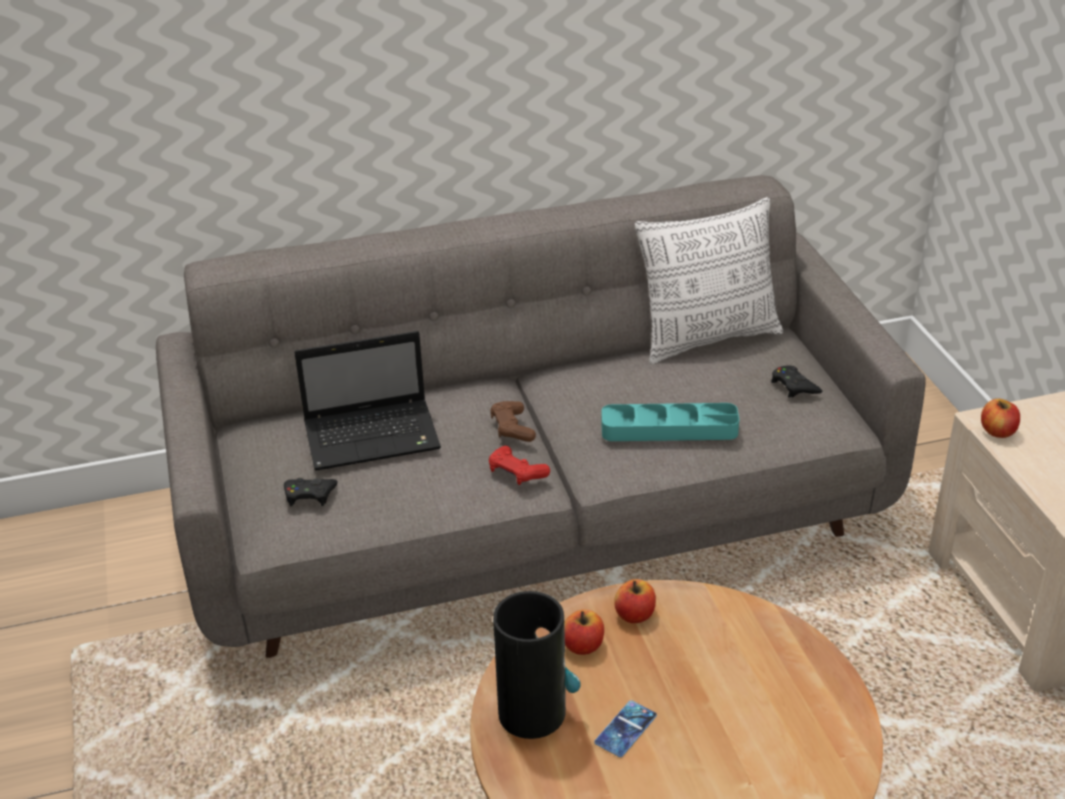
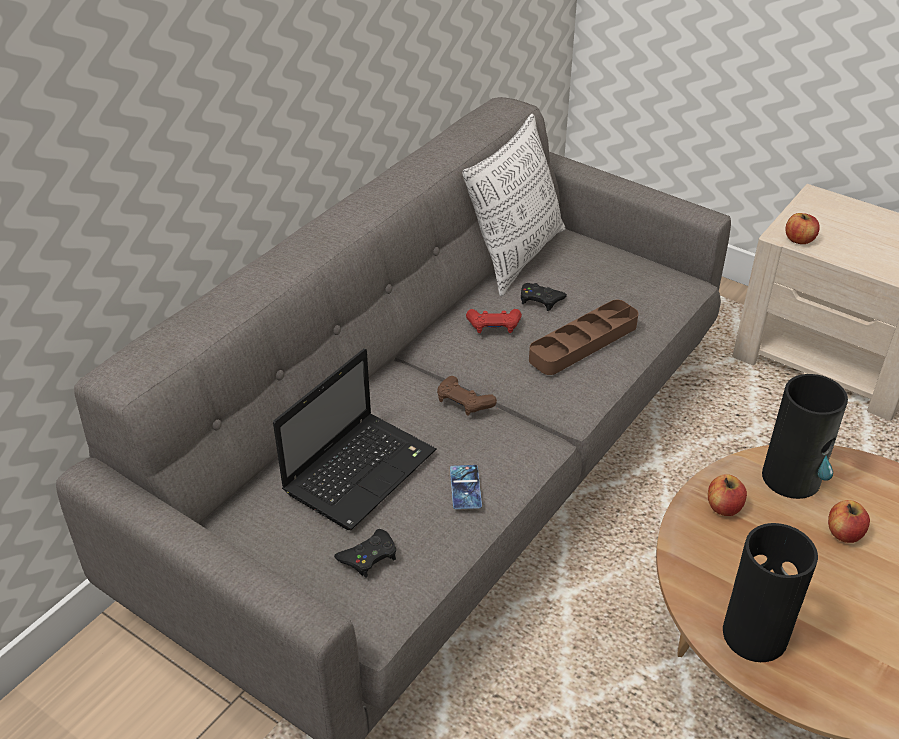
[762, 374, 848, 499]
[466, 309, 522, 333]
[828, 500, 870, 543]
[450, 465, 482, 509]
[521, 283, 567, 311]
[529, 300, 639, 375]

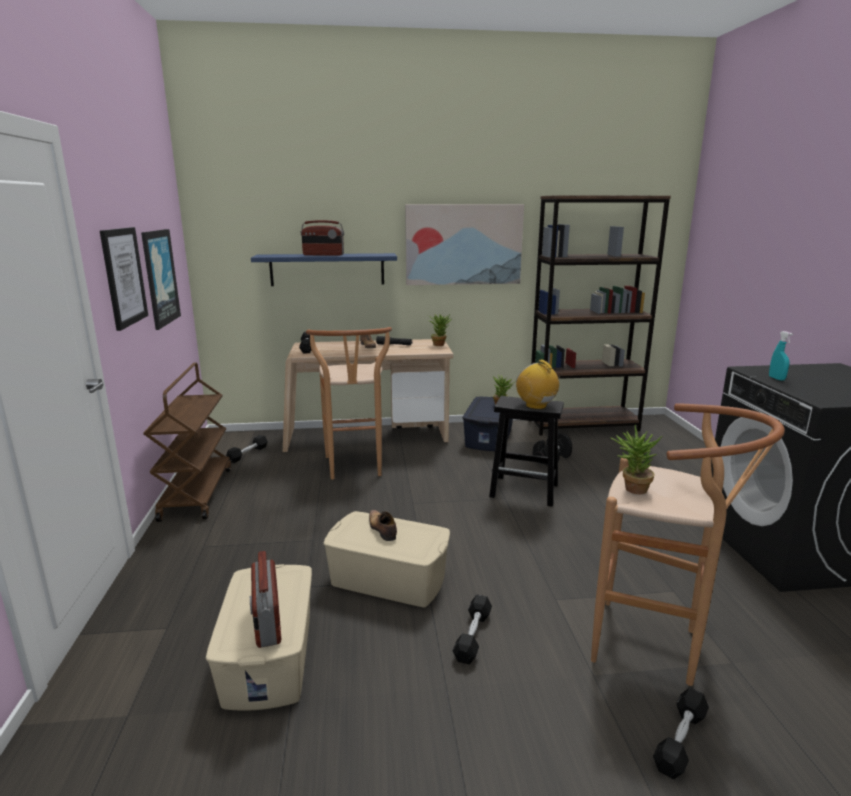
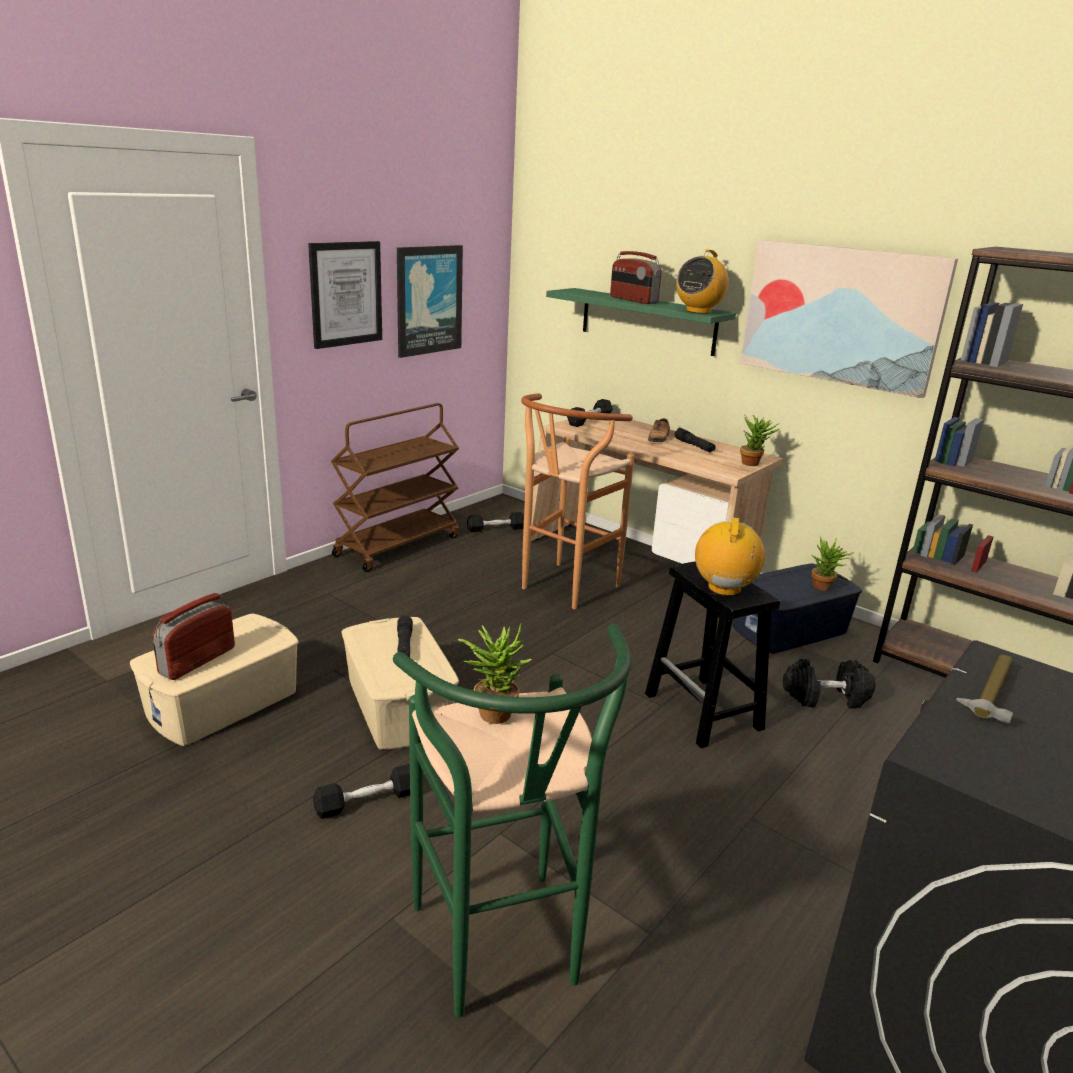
[653, 687, 709, 779] (first image)
[676, 250, 729, 314]
[397, 615, 413, 657]
[956, 655, 1013, 724]
[546, 288, 736, 356]
[393, 624, 631, 1018]

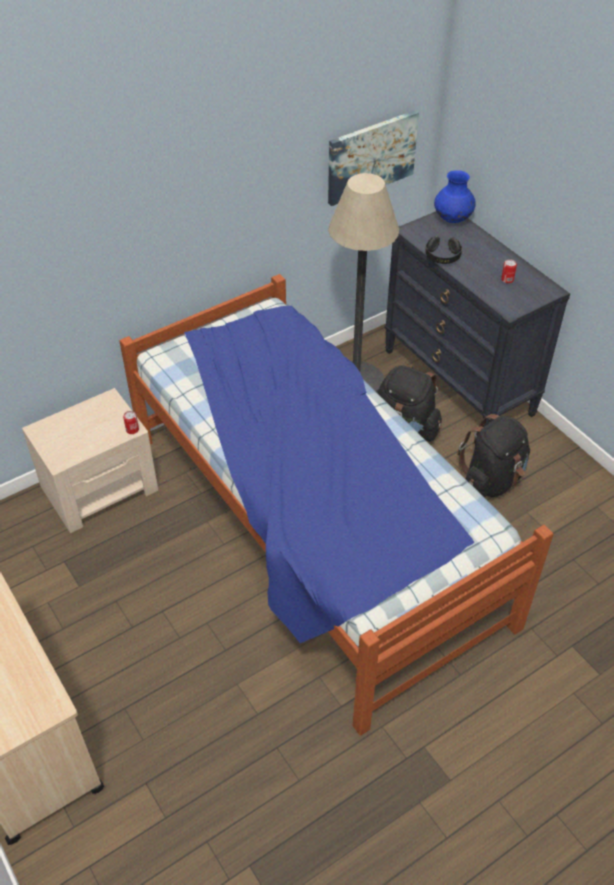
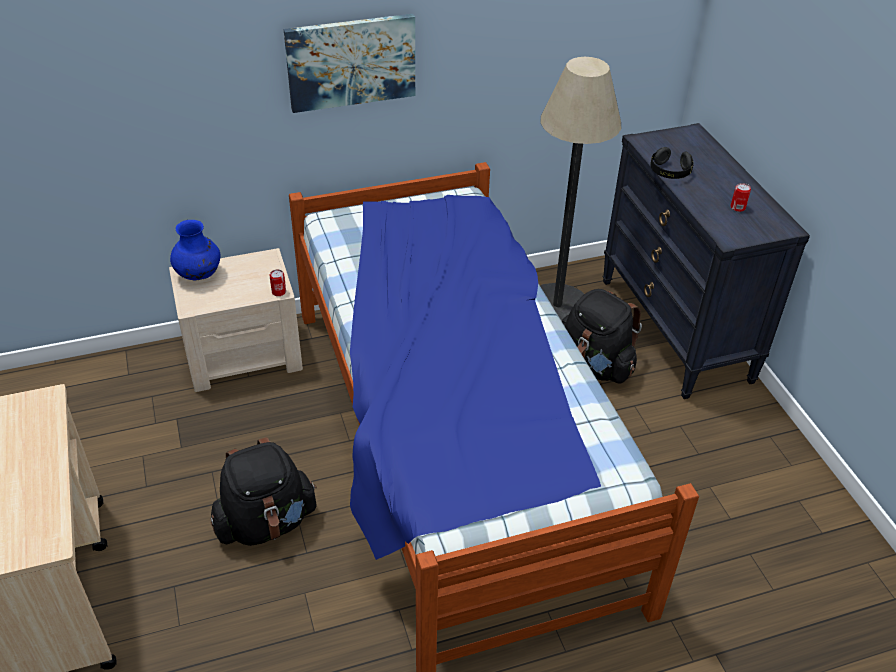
[283, 14, 415, 113]
[170, 220, 221, 281]
[211, 437, 317, 546]

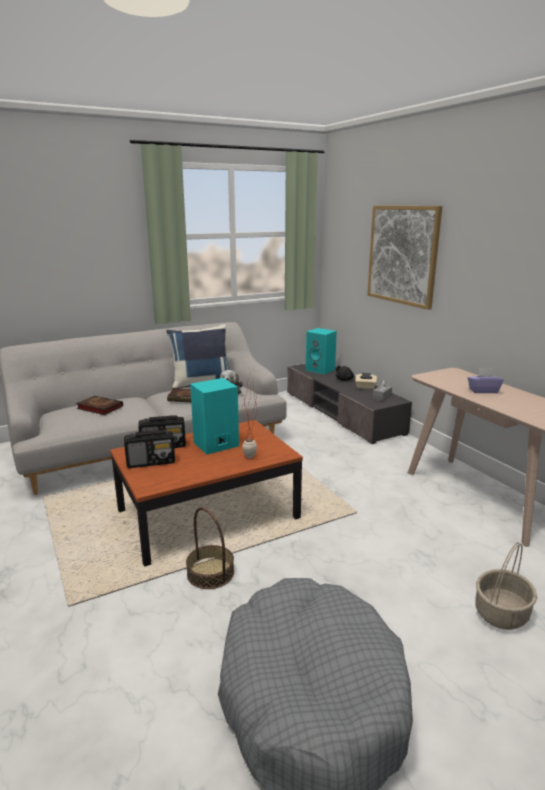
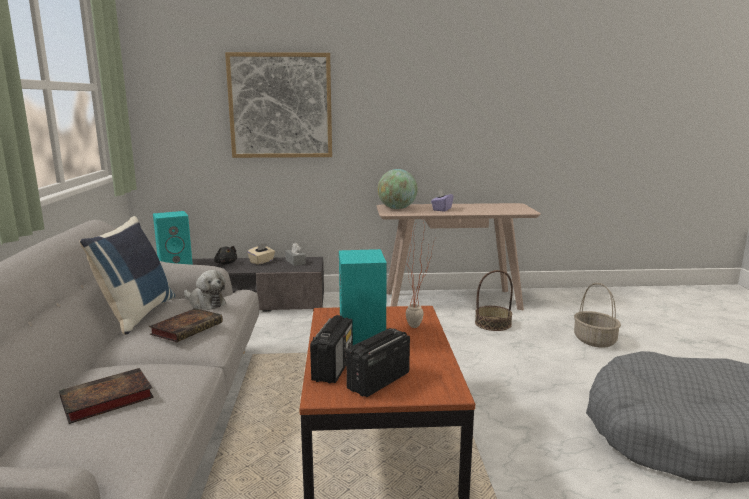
[377, 169, 418, 209]
[475, 270, 513, 331]
[346, 328, 410, 397]

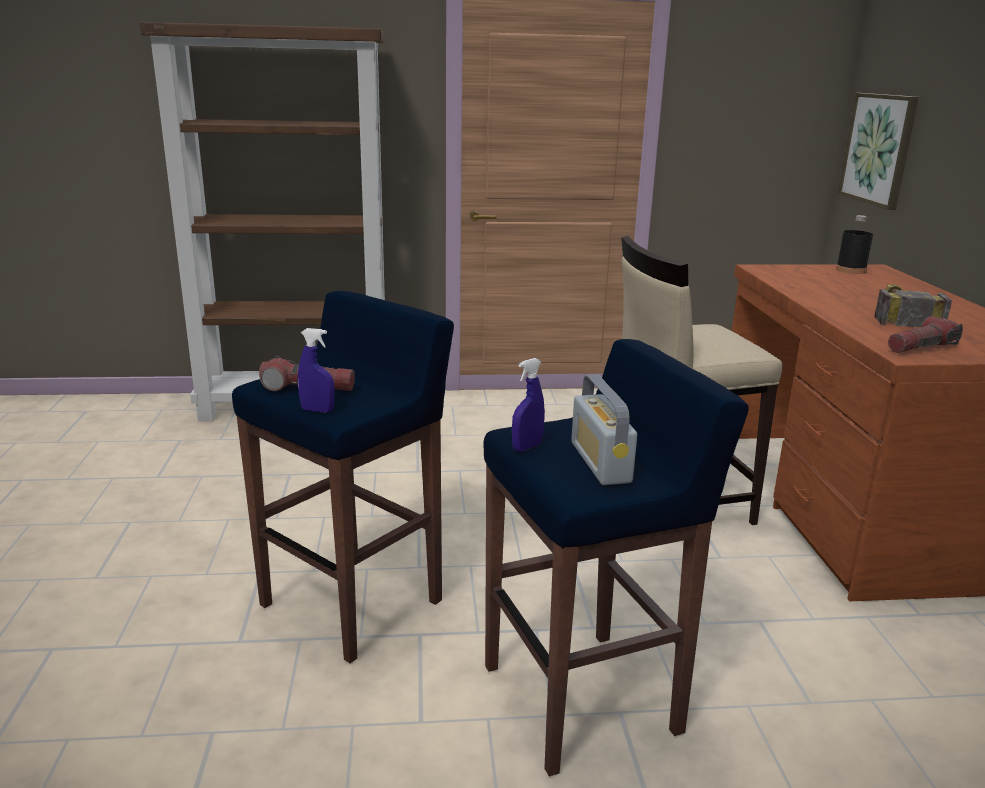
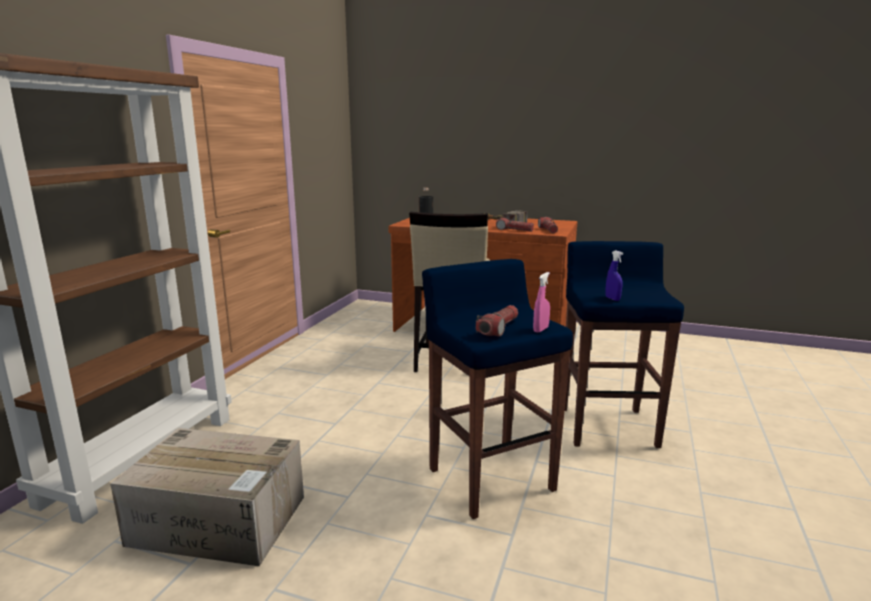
[571, 374, 637, 485] (first image)
[837, 93, 919, 210] (first image)
[110, 428, 304, 566]
[496, 218, 534, 232]
[533, 272, 550, 332]

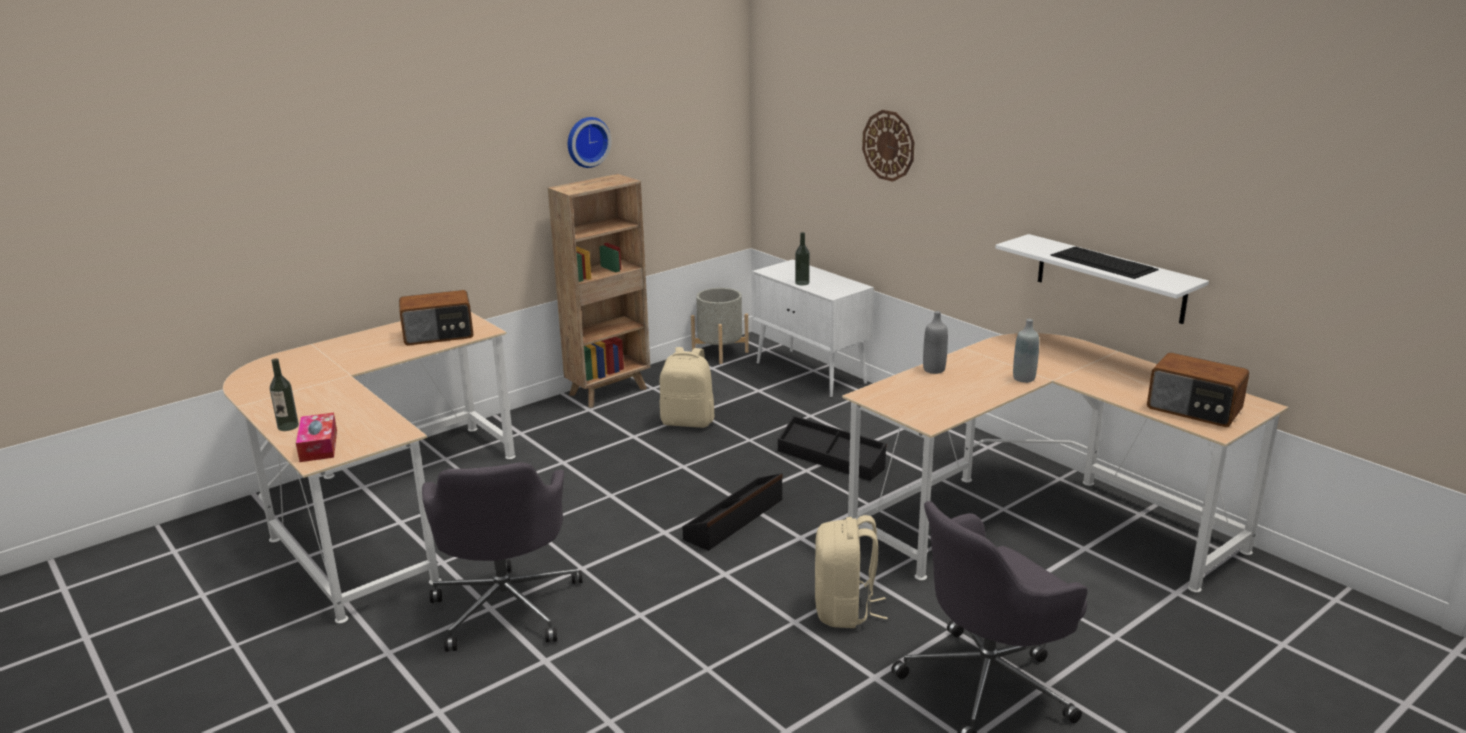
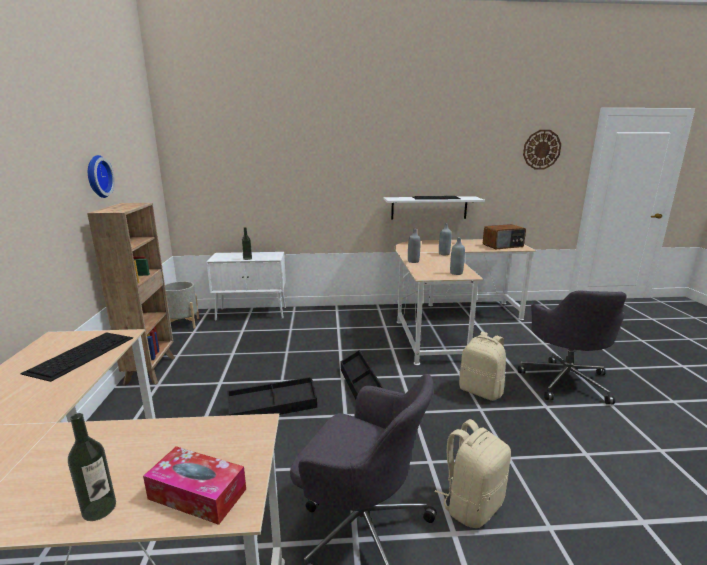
[450, 237, 465, 275]
[435, 419, 511, 528]
[227, 377, 317, 415]
[523, 130, 561, 169]
[20, 332, 133, 382]

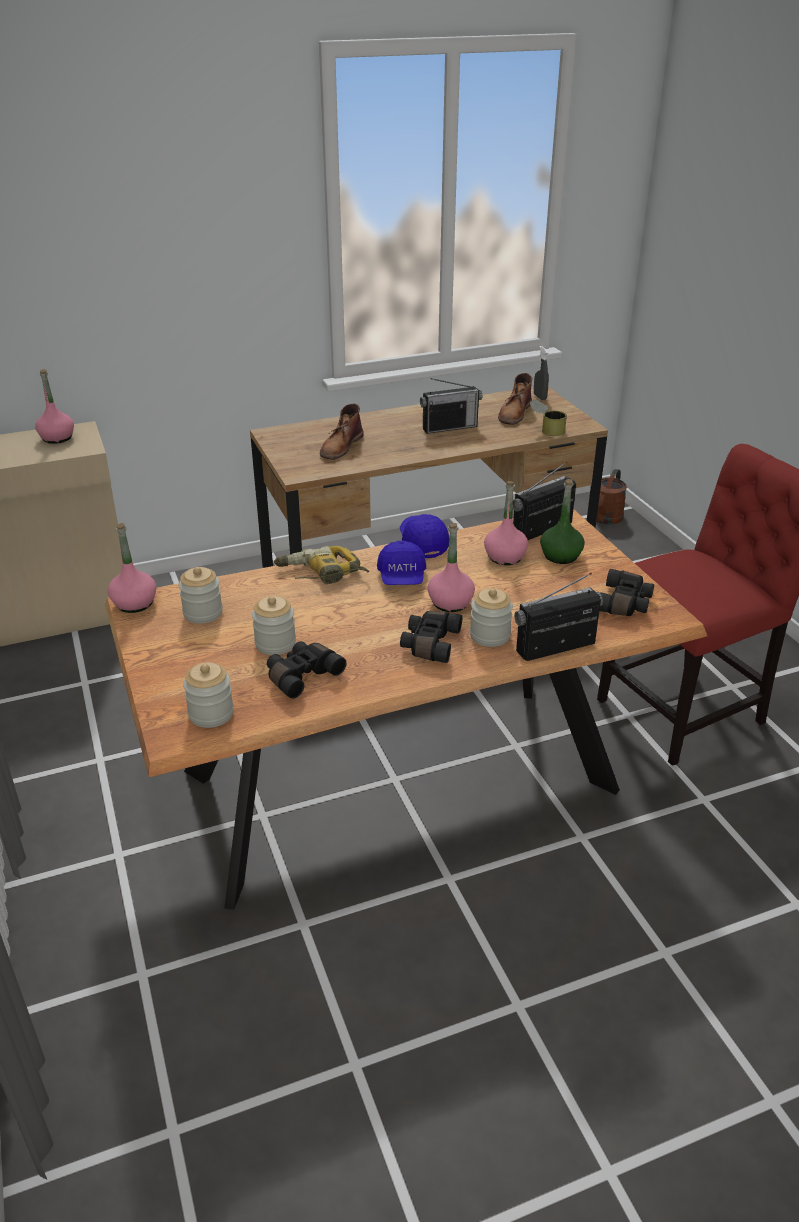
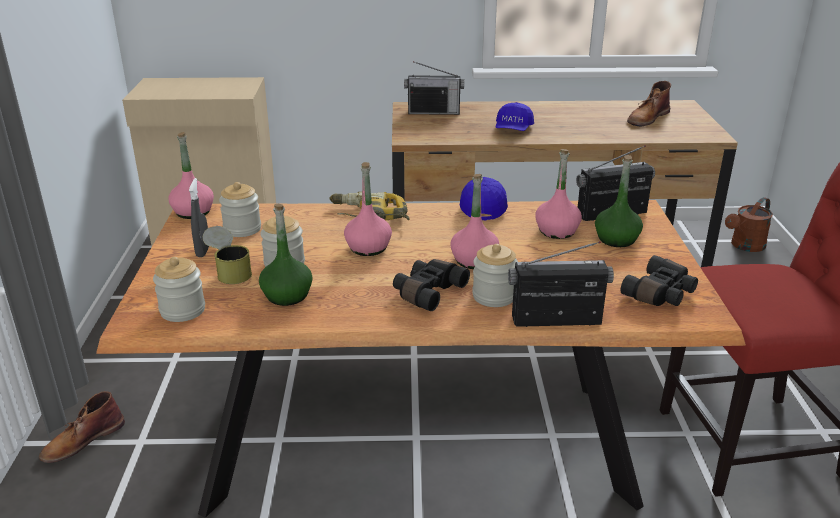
[344, 162, 392, 256]
[39, 391, 125, 463]
[495, 102, 534, 131]
[404, 61, 464, 115]
[203, 226, 252, 284]
[189, 178, 209, 257]
[259, 204, 313, 306]

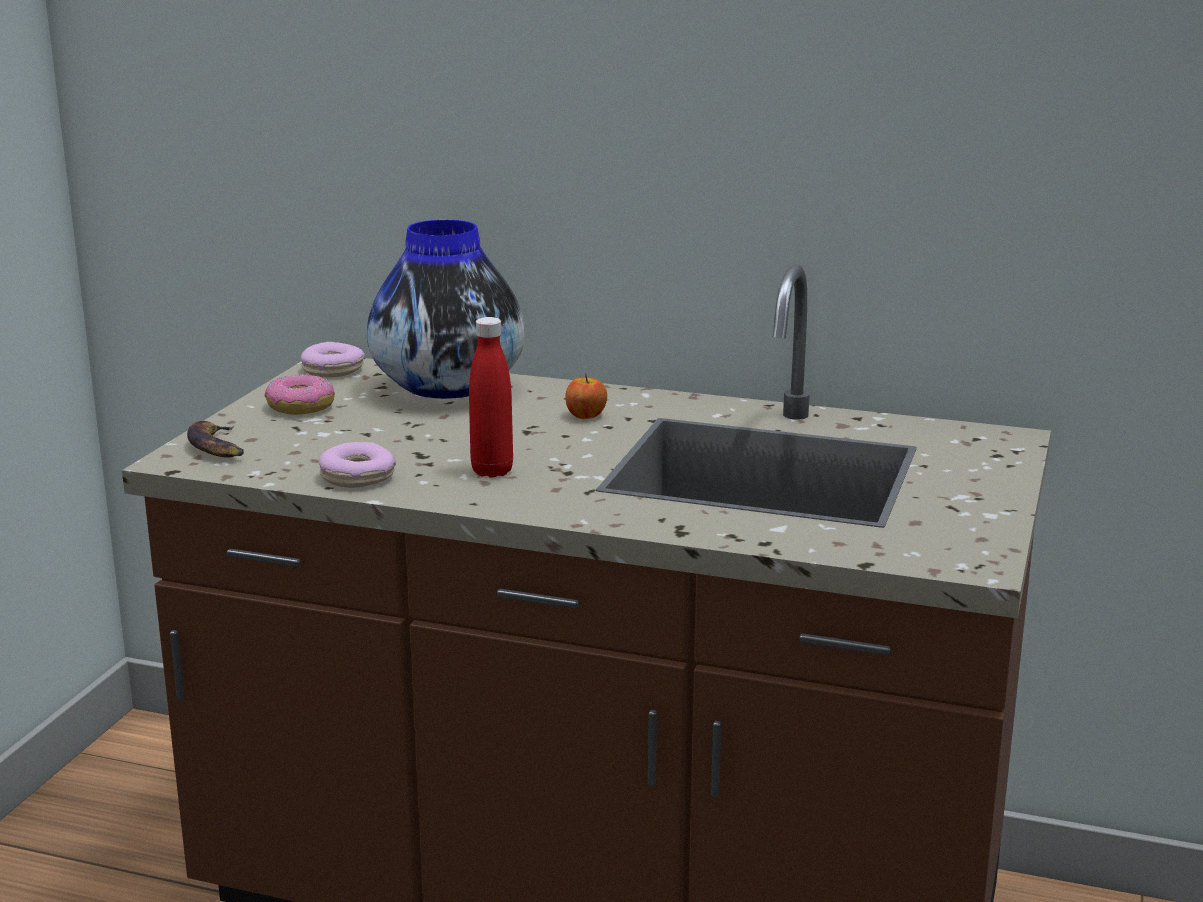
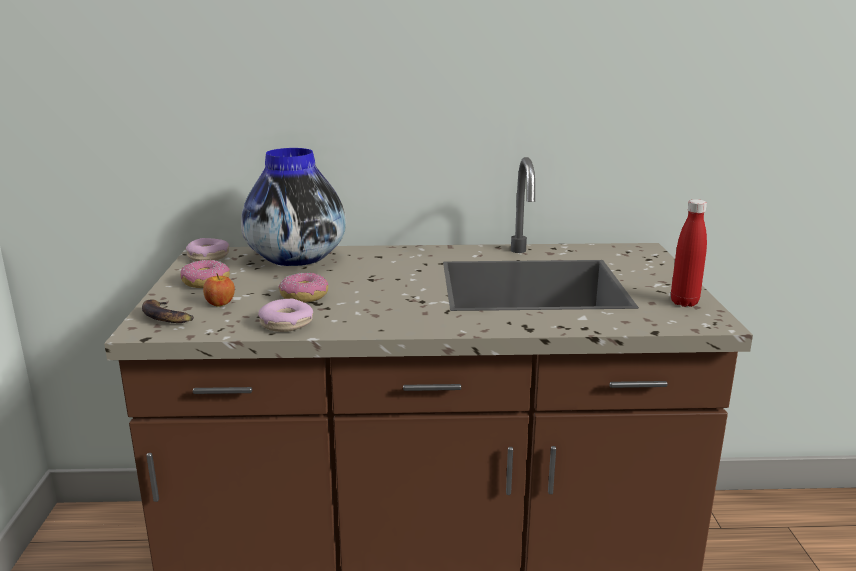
[279, 273, 328, 303]
[671, 199, 707, 307]
[203, 273, 235, 307]

